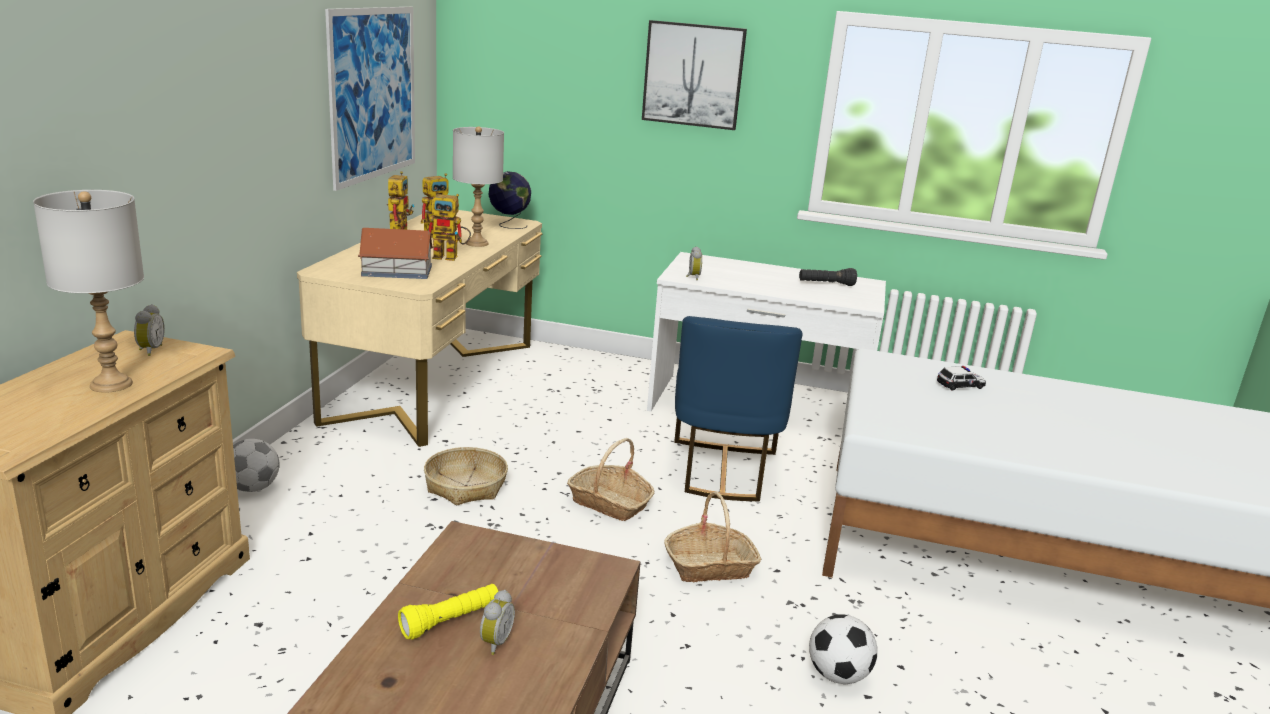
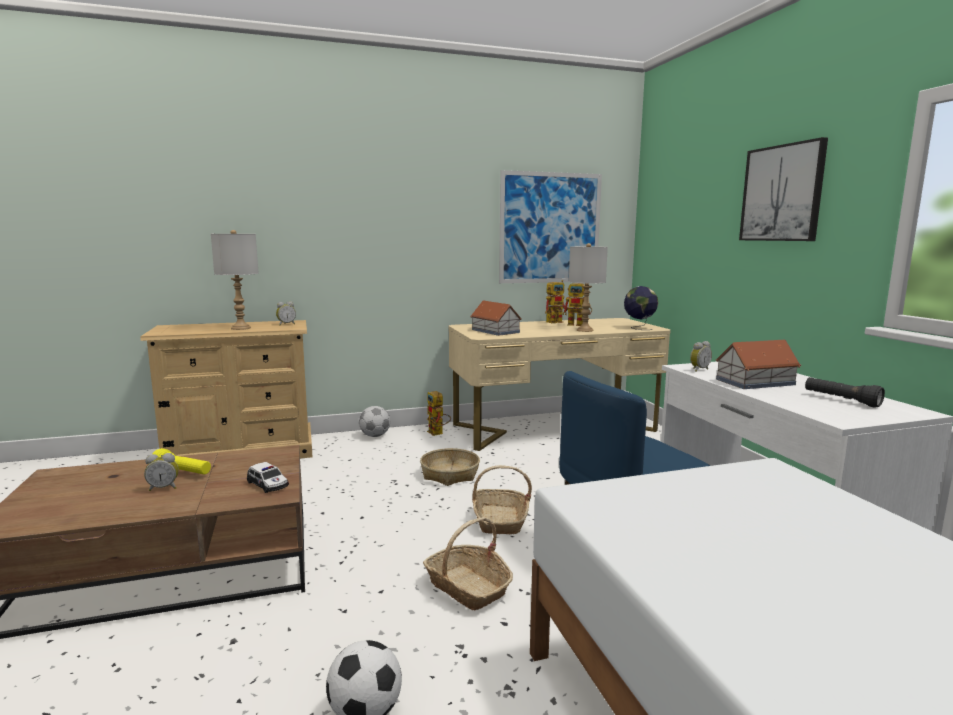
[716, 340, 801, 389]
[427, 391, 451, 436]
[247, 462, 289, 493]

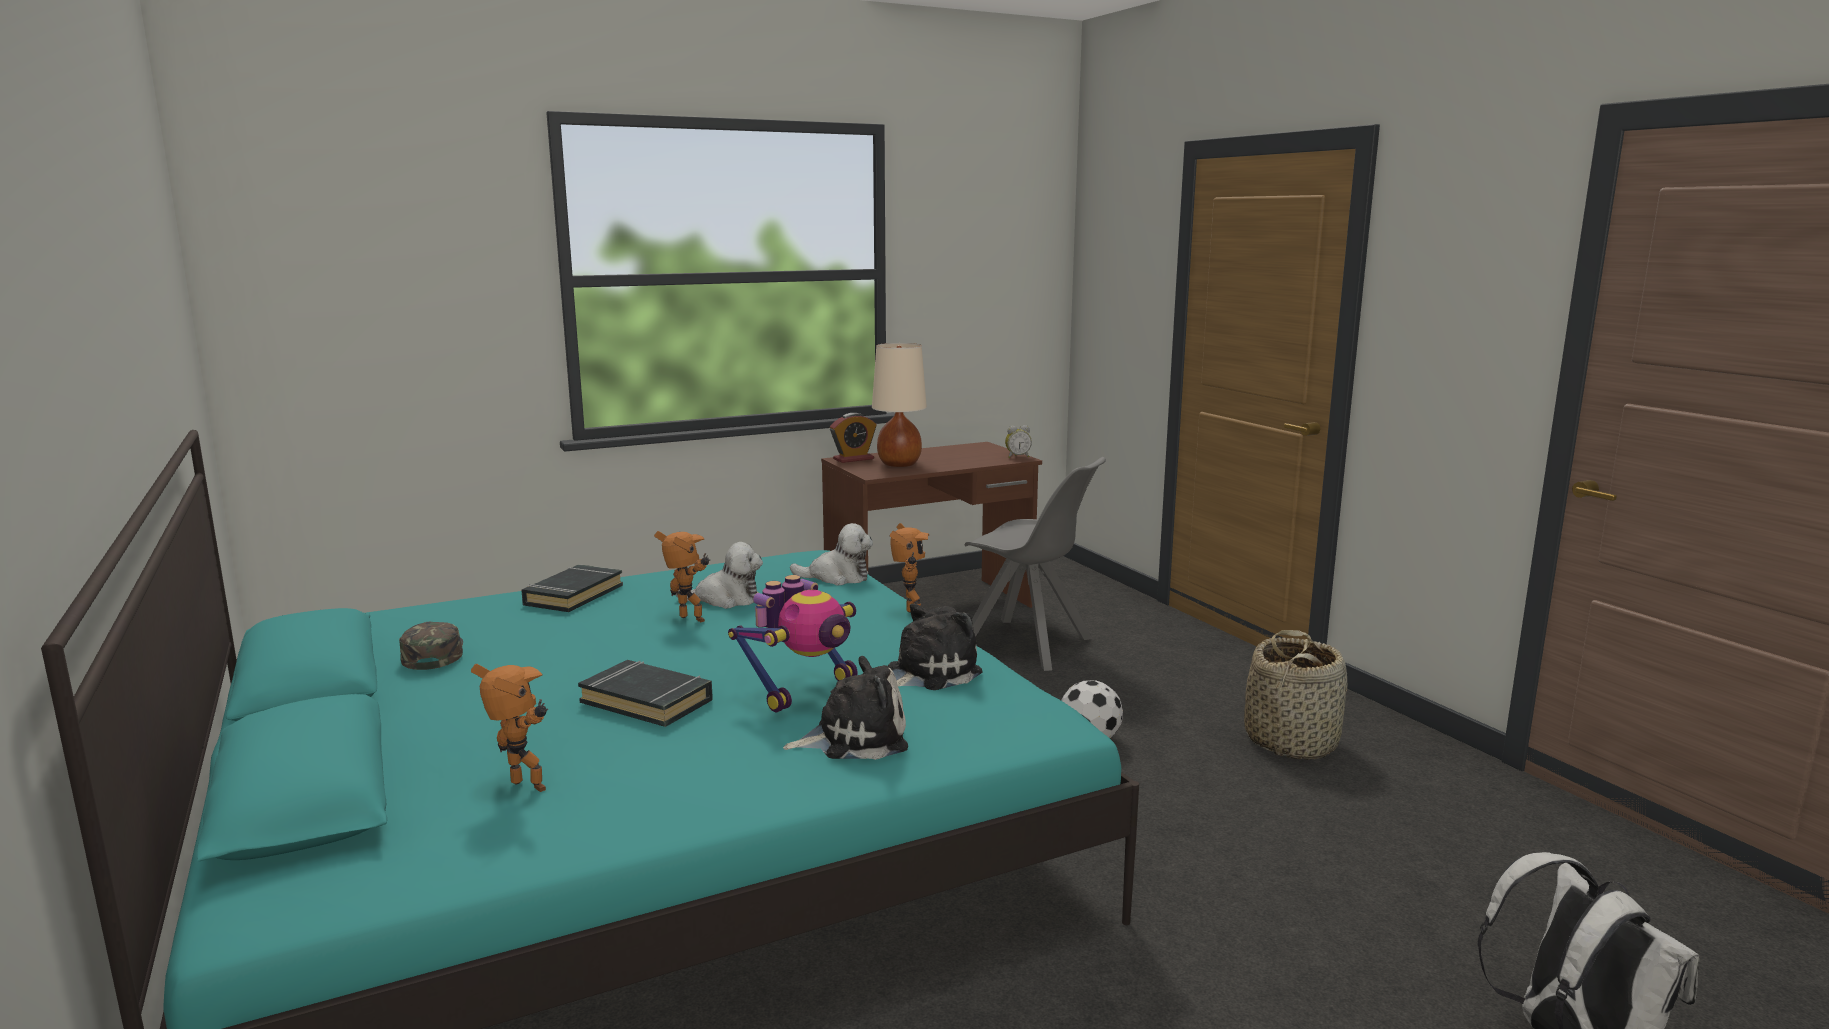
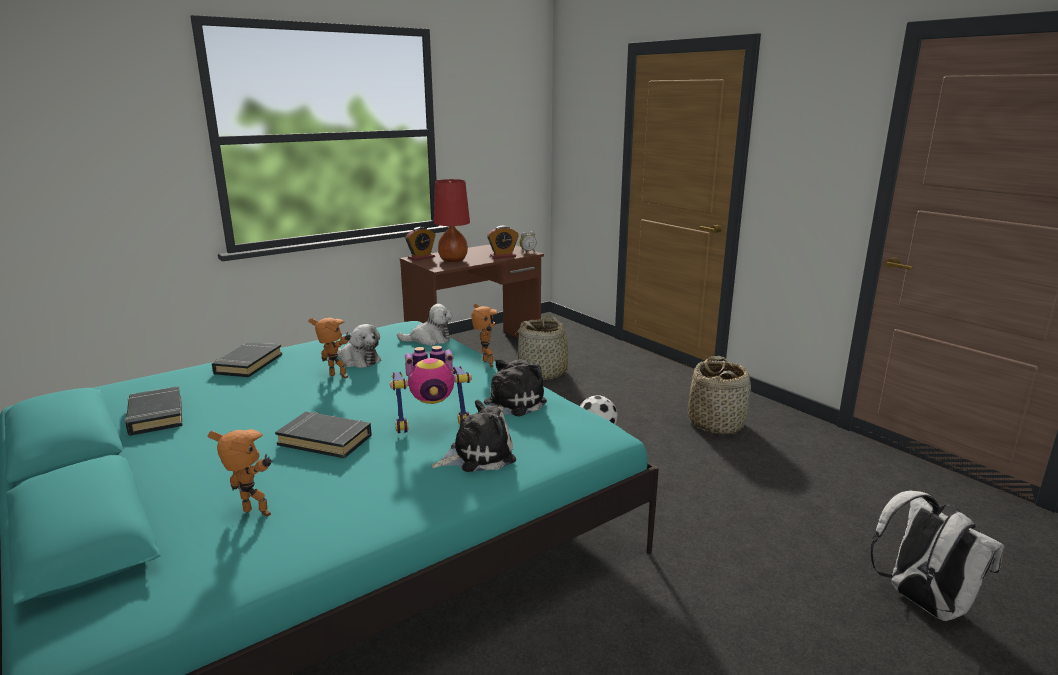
[487, 226, 519, 258]
[125, 386, 182, 436]
[513, 315, 579, 380]
[434, 179, 470, 262]
[337, 324, 381, 368]
[390, 346, 472, 433]

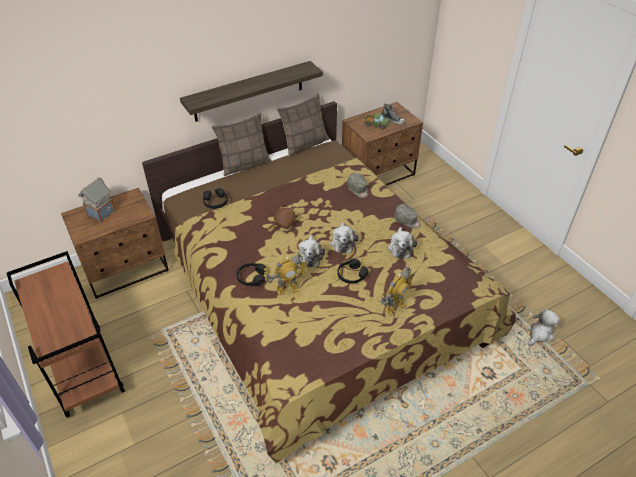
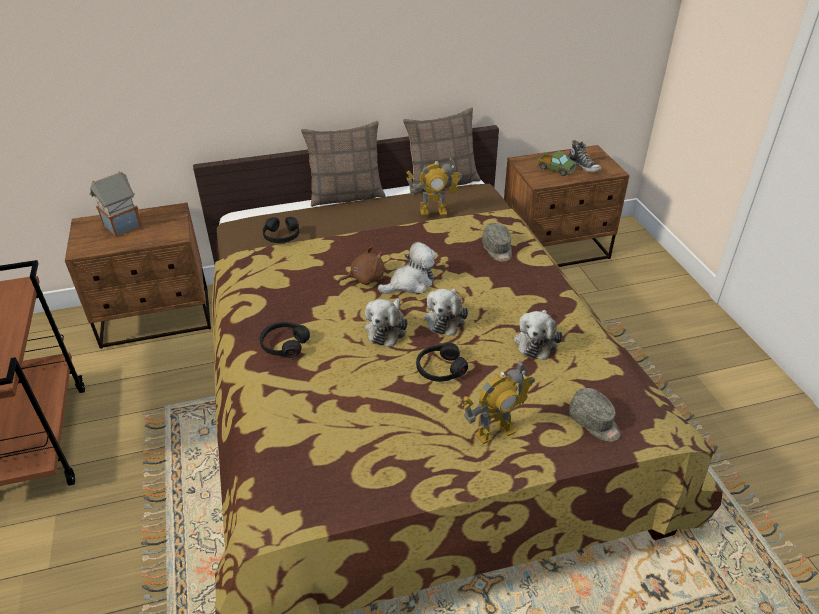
[180, 61, 323, 122] (first image)
[406, 158, 462, 215]
[569, 388, 620, 442]
[378, 242, 436, 294]

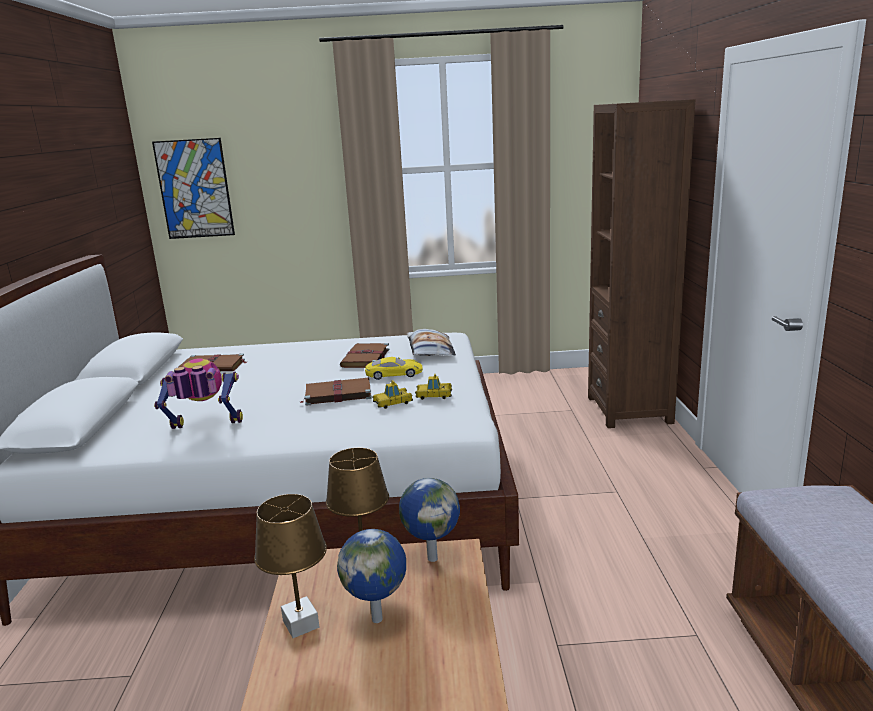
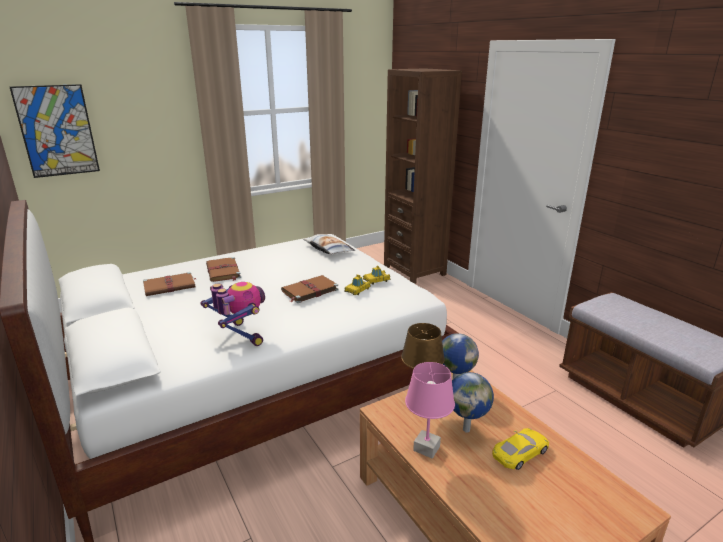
[206, 257, 241, 282]
[492, 428, 549, 470]
[405, 362, 455, 459]
[200, 282, 265, 346]

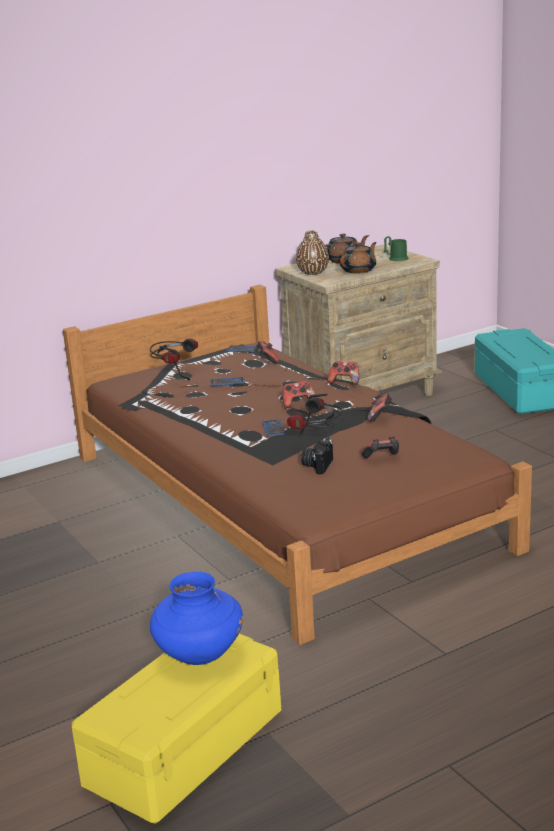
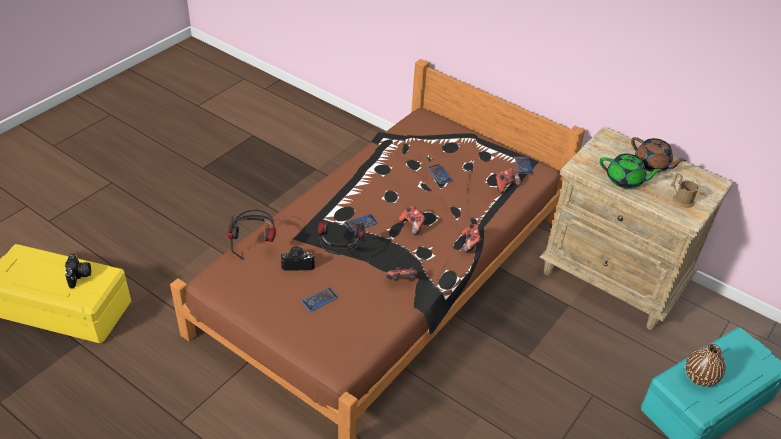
[228, 210, 276, 260]
[686, 344, 725, 387]
[64, 254, 91, 288]
[301, 287, 339, 312]
[600, 154, 663, 188]
[671, 173, 699, 208]

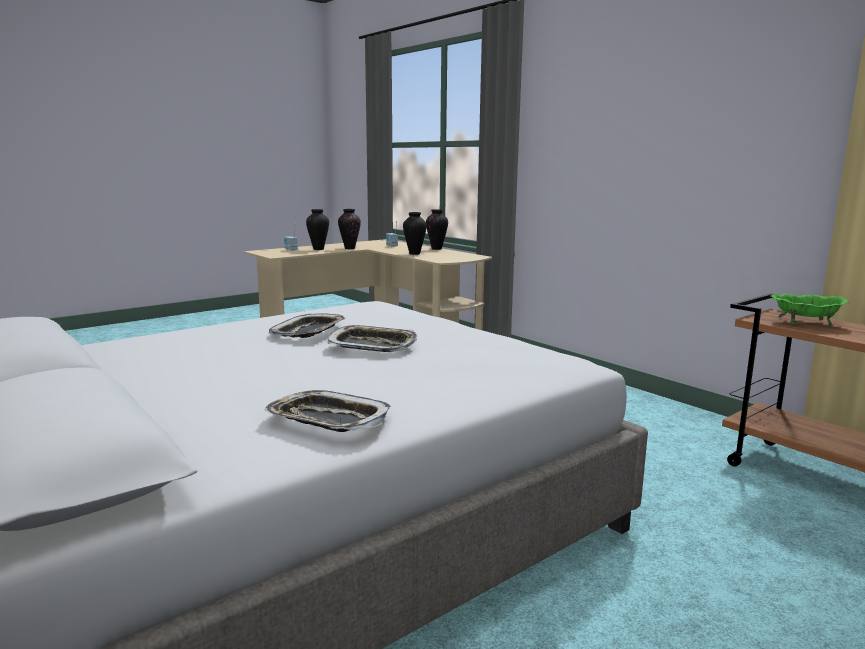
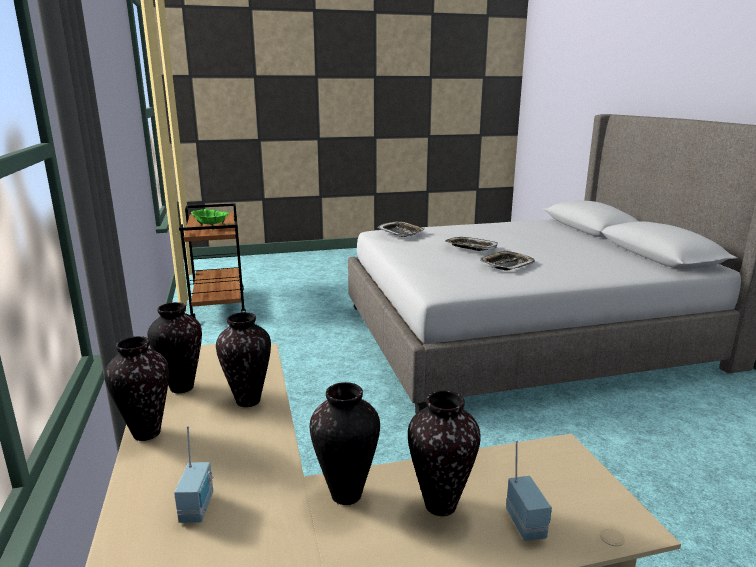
[147, 302, 202, 393]
[377, 221, 425, 237]

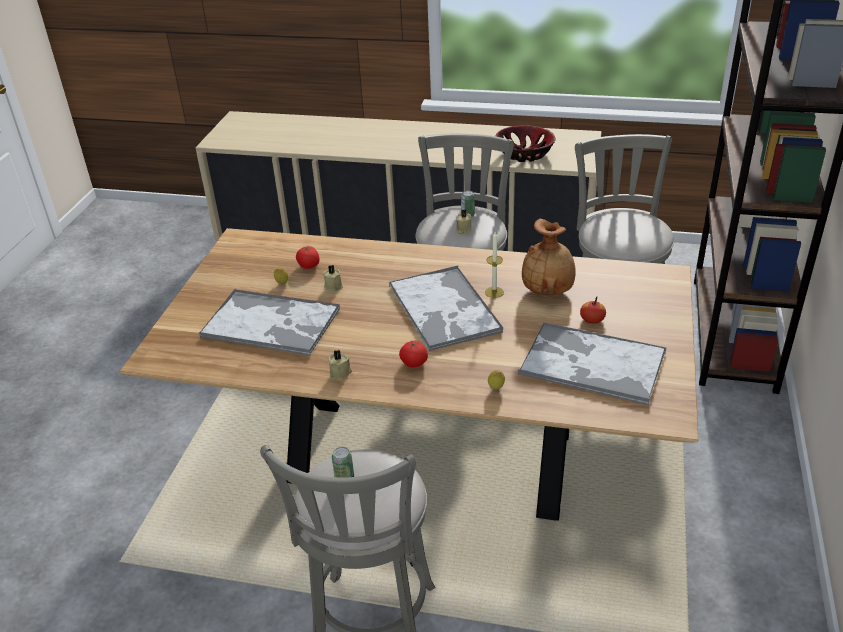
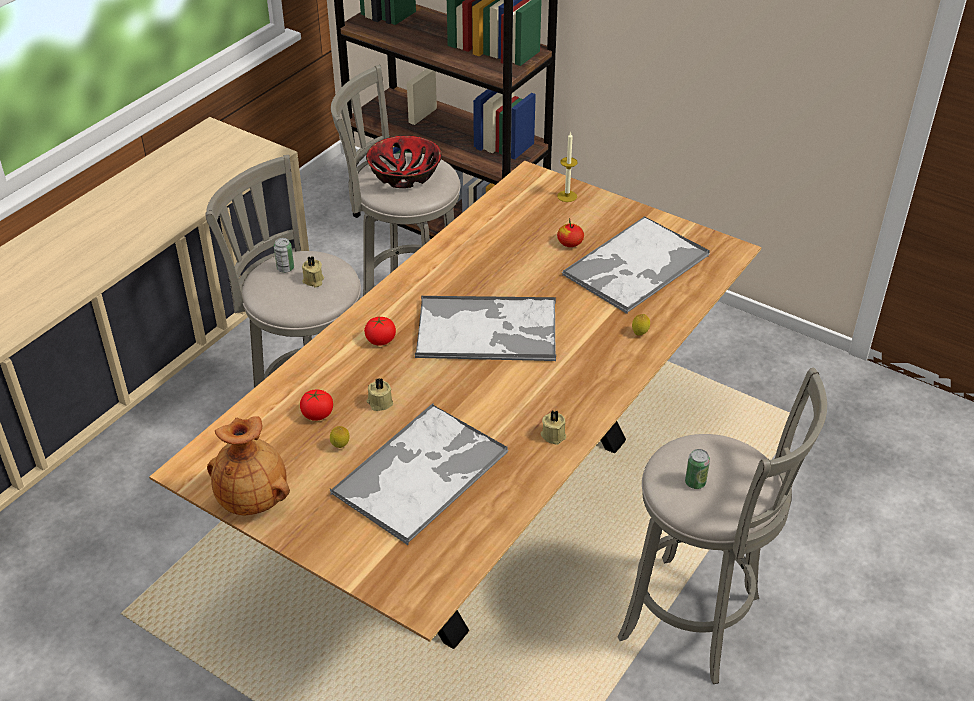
[364, 317, 396, 346]
[557, 132, 578, 202]
[366, 136, 442, 188]
[207, 416, 290, 515]

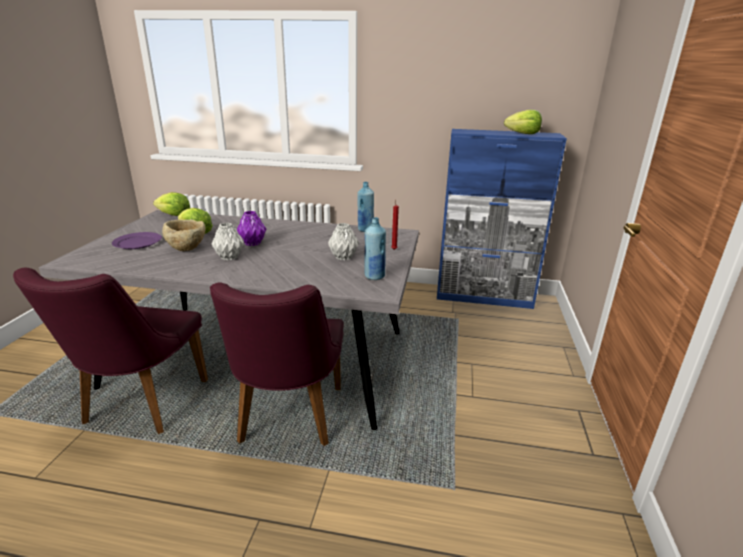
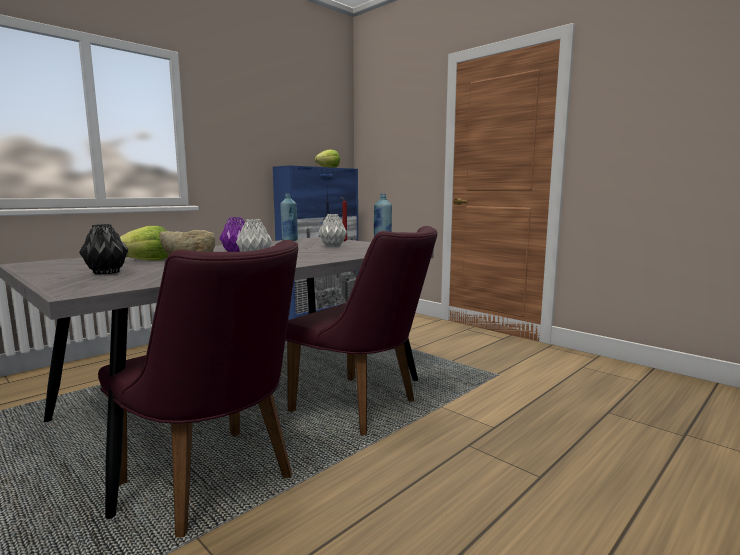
[153, 192, 190, 216] (first image)
[79, 224, 128, 275]

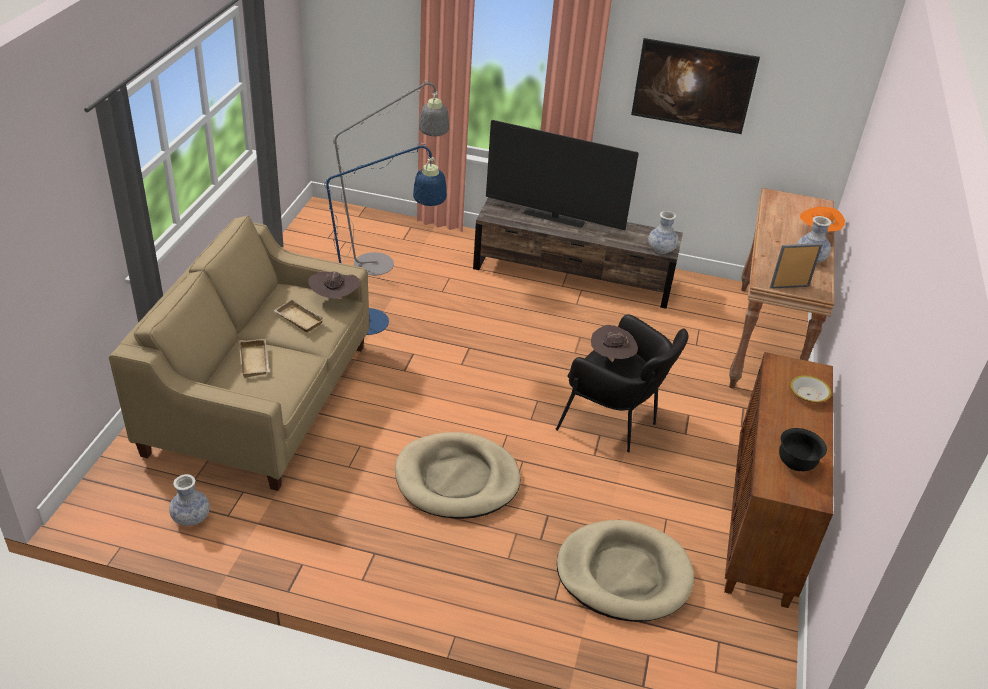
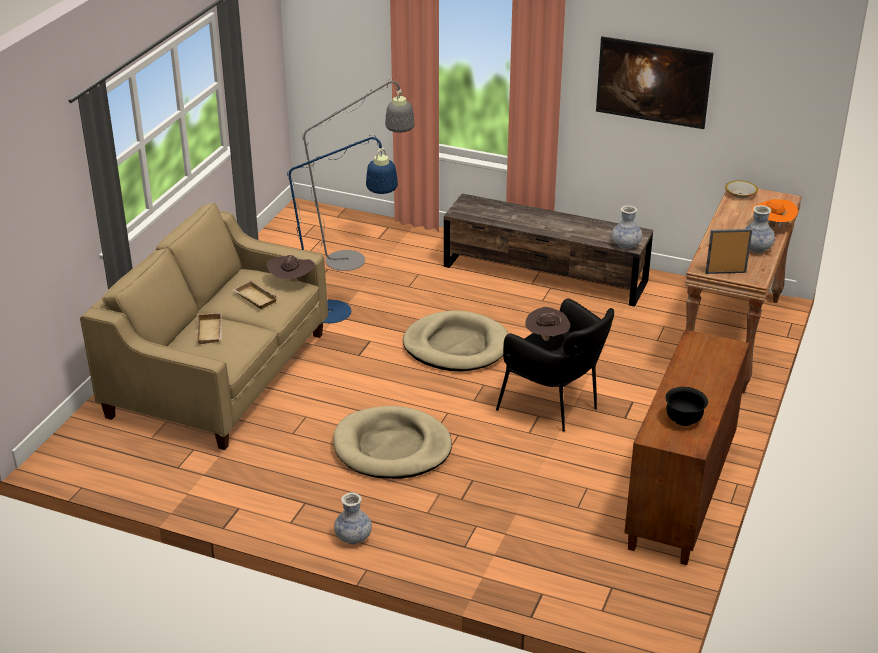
[486, 120, 639, 230] (first image)
[334, 492, 372, 544]
[403, 310, 508, 371]
[725, 180, 758, 198]

